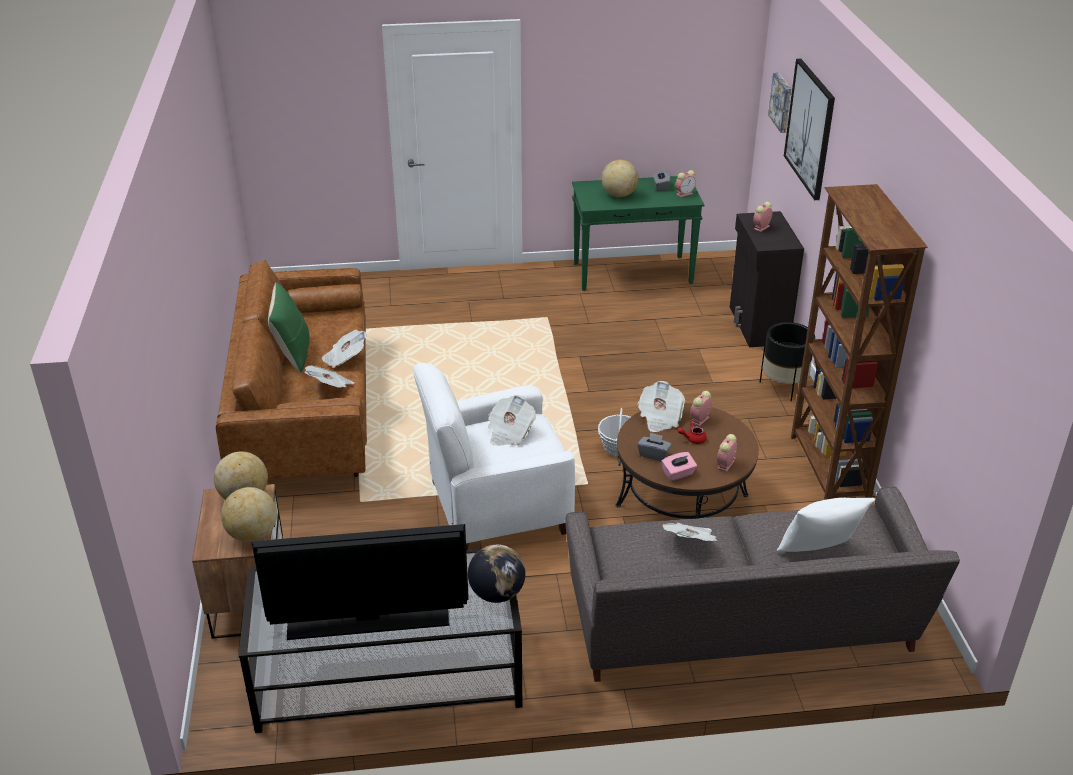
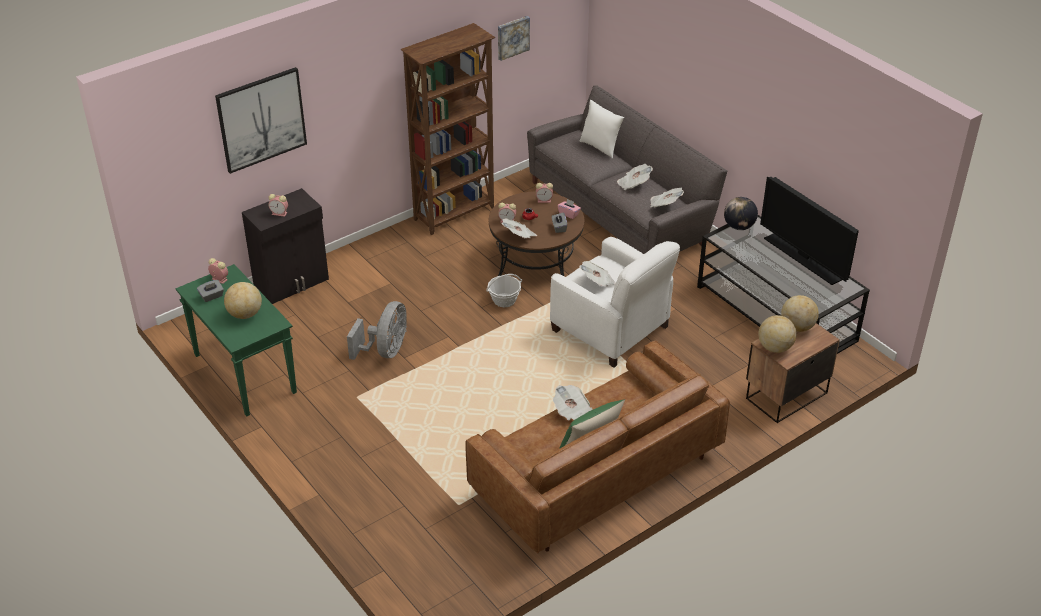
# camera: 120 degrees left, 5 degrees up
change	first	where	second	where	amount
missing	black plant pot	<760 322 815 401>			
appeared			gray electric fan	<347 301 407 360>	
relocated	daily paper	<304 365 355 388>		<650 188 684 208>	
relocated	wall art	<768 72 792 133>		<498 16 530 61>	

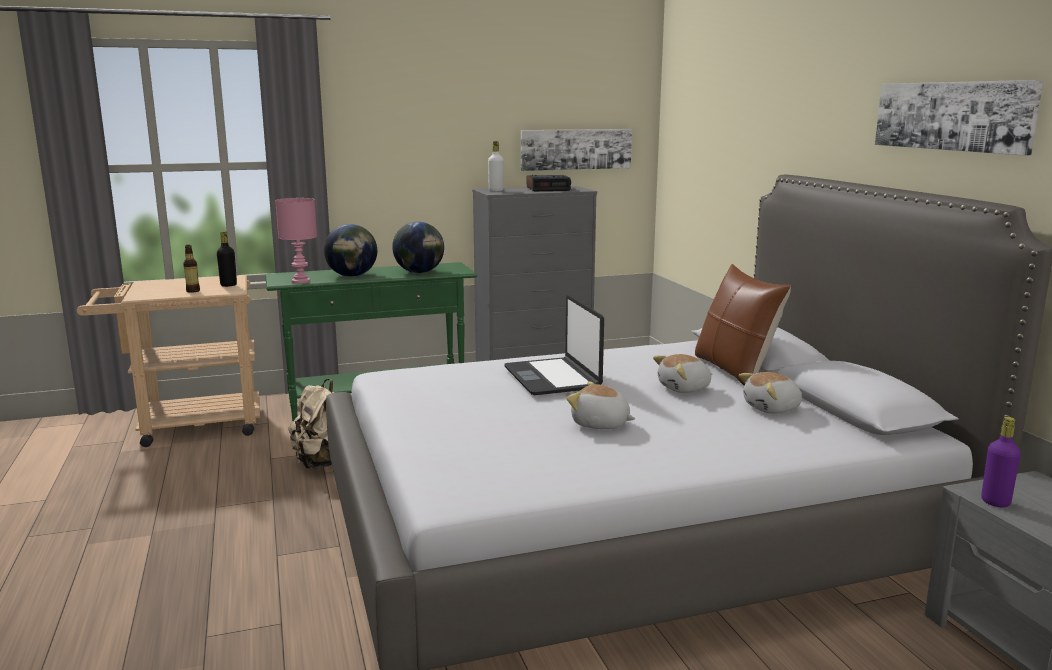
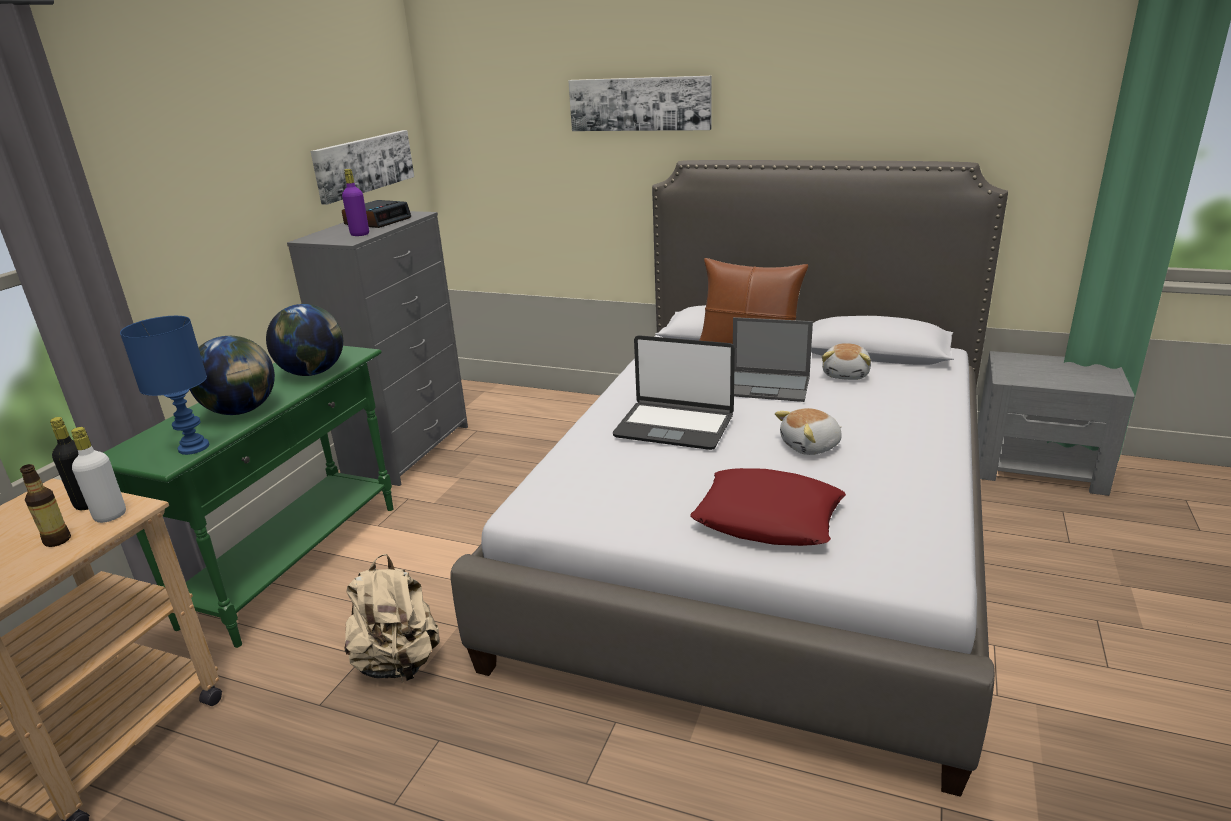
# camera: 50 degrees left, 10 degrees up
change	first	where	second	where	amount
appeared			reddish throw pillow	<690 468 846 546>	
relocated	white drink bottle	<488 141 504 191>		<71 427 126 523>	
relocated	wall art	<875 80 1043 156>		<568 76 711 131>	
relocated	purple drink bottle	<981 417 1021 508>		<342 169 369 236>	
exchanged	soft toy	<653 354 712 393>	portable computer	<733 317 813 402>	
colour	pinkish lamp for a table	<275 198 317 283>	blue lamp for a table	<120 316 209 455>	

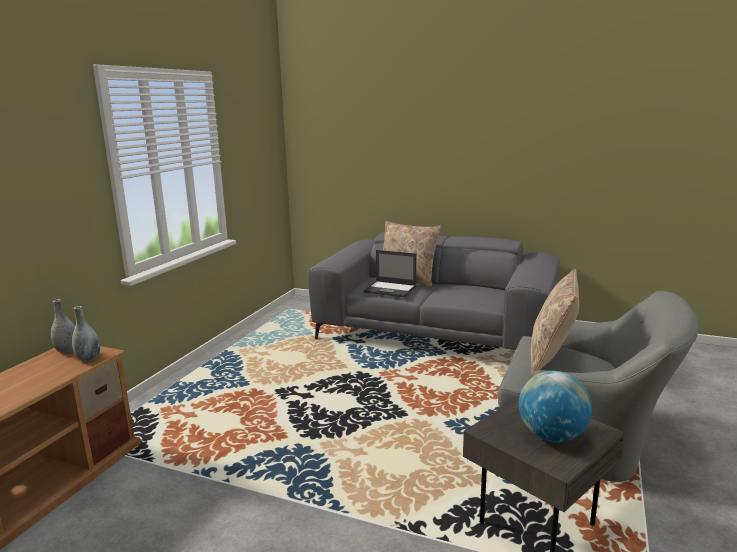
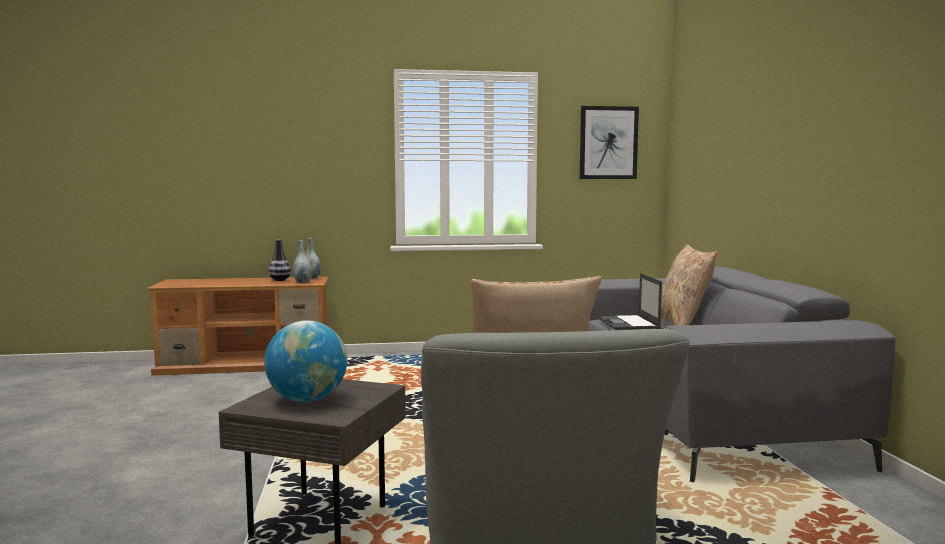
# camera: 60 degrees right, 10 degrees down
change	first	where	second	where	amount
appeared			flower vase	<268 240 291 281>	
appeared			wall art	<580 106 639 179>	

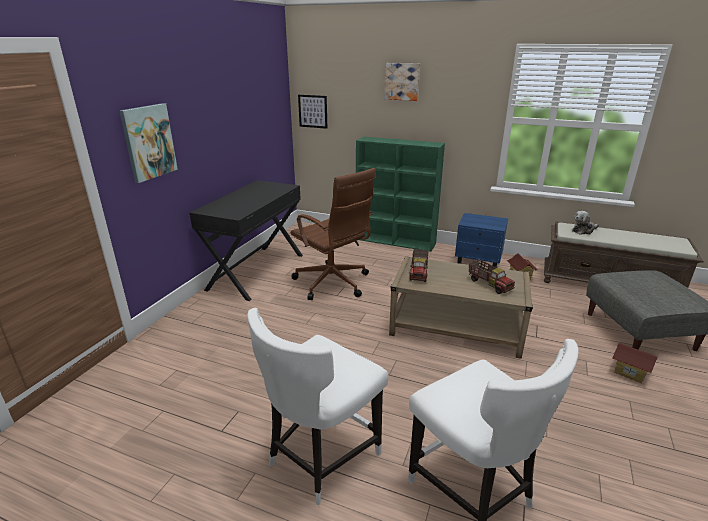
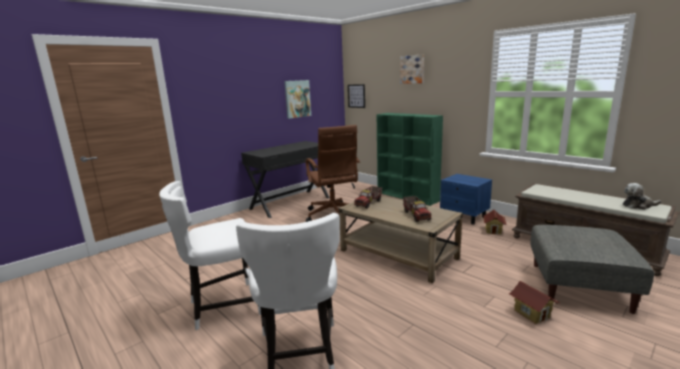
# camera: 25 degrees right, 10 degrees down
change	first	where	second	where	amount
relocated	wall art	<120 103 178 183>		<284 80 311 119>	
relocated	soft toy	<572 211 599 235>		<623 183 661 209>	

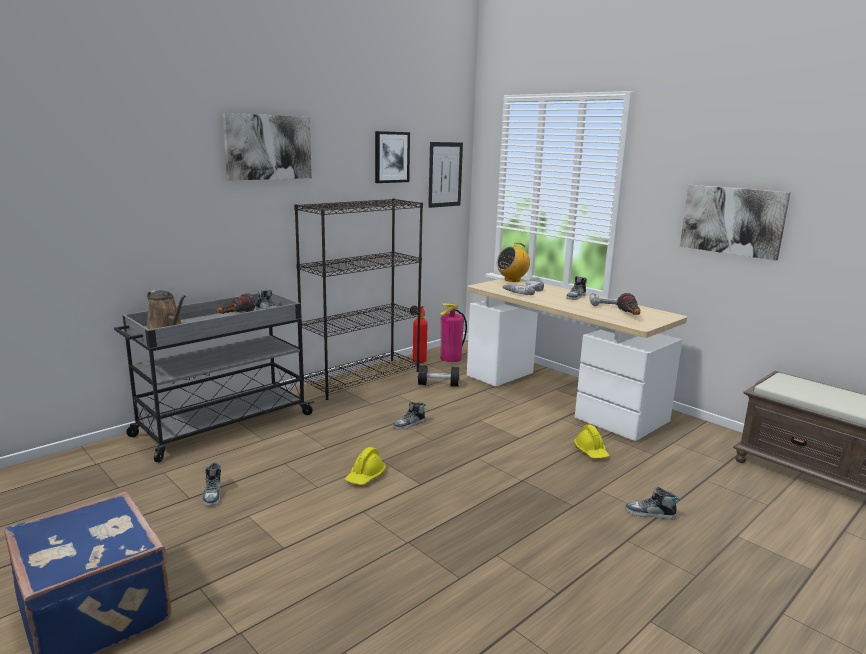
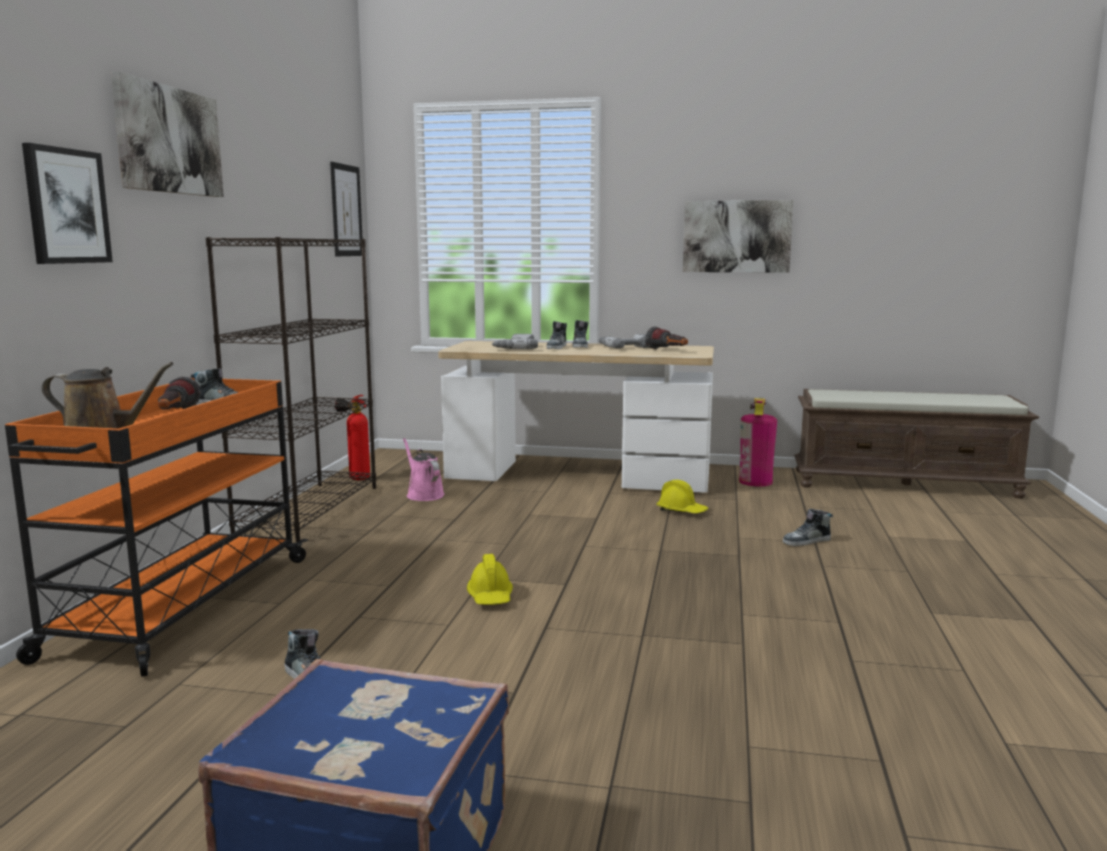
# camera: 35 degrees left, 5 degrees down
change	first	where	second	where	amount
missing	radio	<497 242 530 282>			
relocated	wall art	<375 131 410 183>		<22 143 113 264>	
relocated	low shoe	<394 402 426 430>		<546 321 567 349>	
relocated	fire-fighting cylinder	<440 303 467 362>		<739 398 777 487>	
exchanged	black dumbbell	<418 365 460 387>	pinkish sprinkling can	<403 438 445 501>	
colour	gray cart	<114 293 314 462>	orangey cart	<5 378 308 677>	

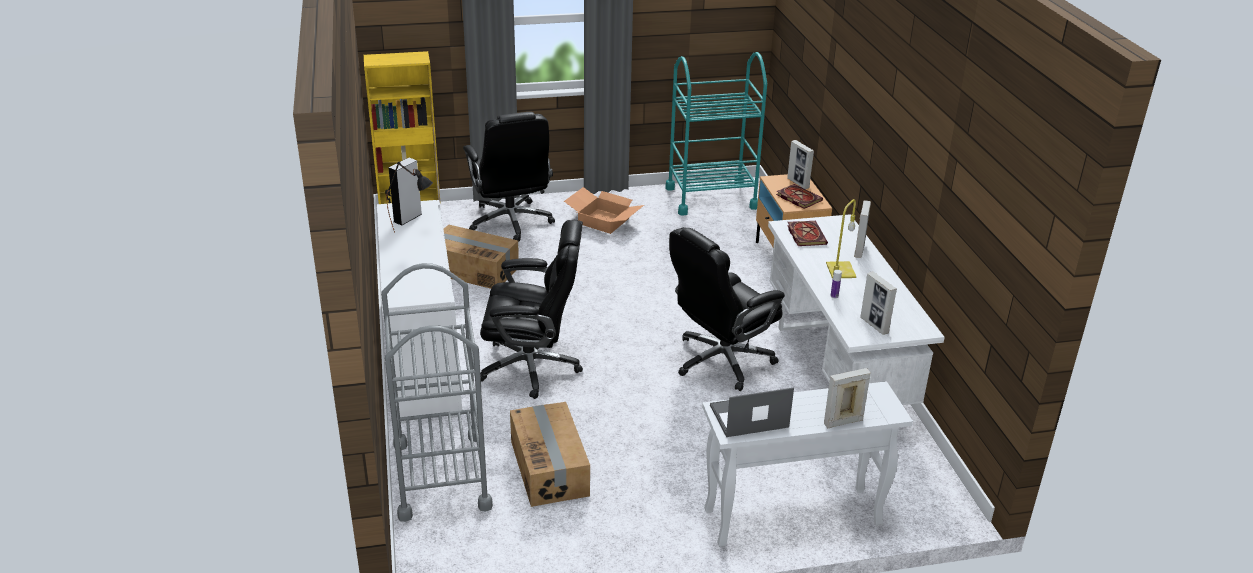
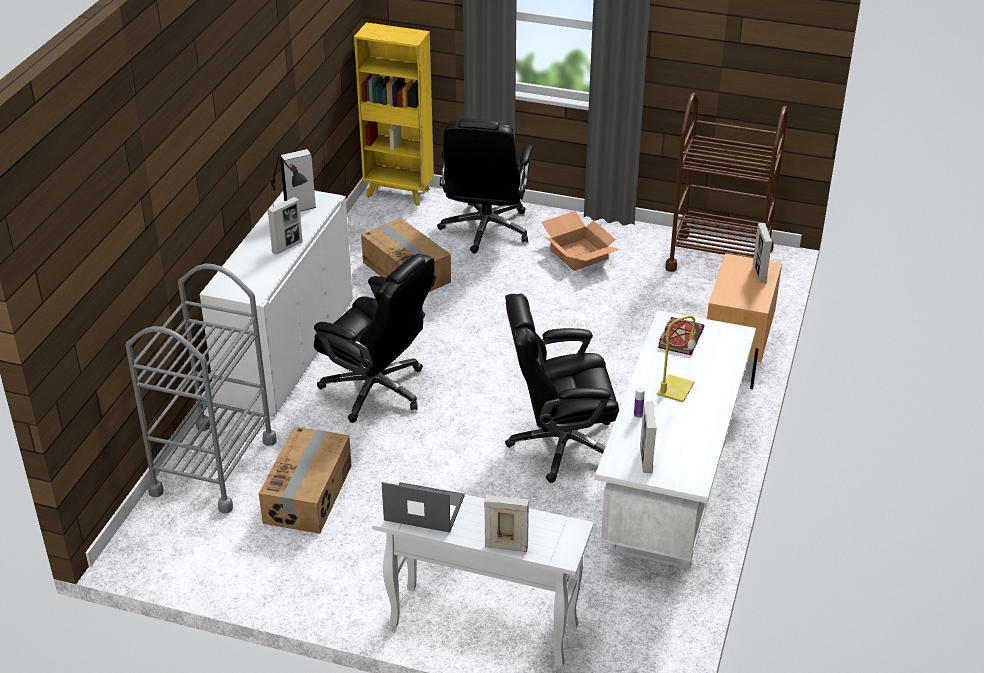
# camera: 30 degrees right, 5 degrees up
change	first	where	second	where	amount
missing	book	<776 184 823 209>			
relocated	picture frame	<854 201 871 258>		<267 197 303 255>	
colour	turquoise-coloured cart	<665 52 767 216>	brownish cart	<665 93 788 272>	

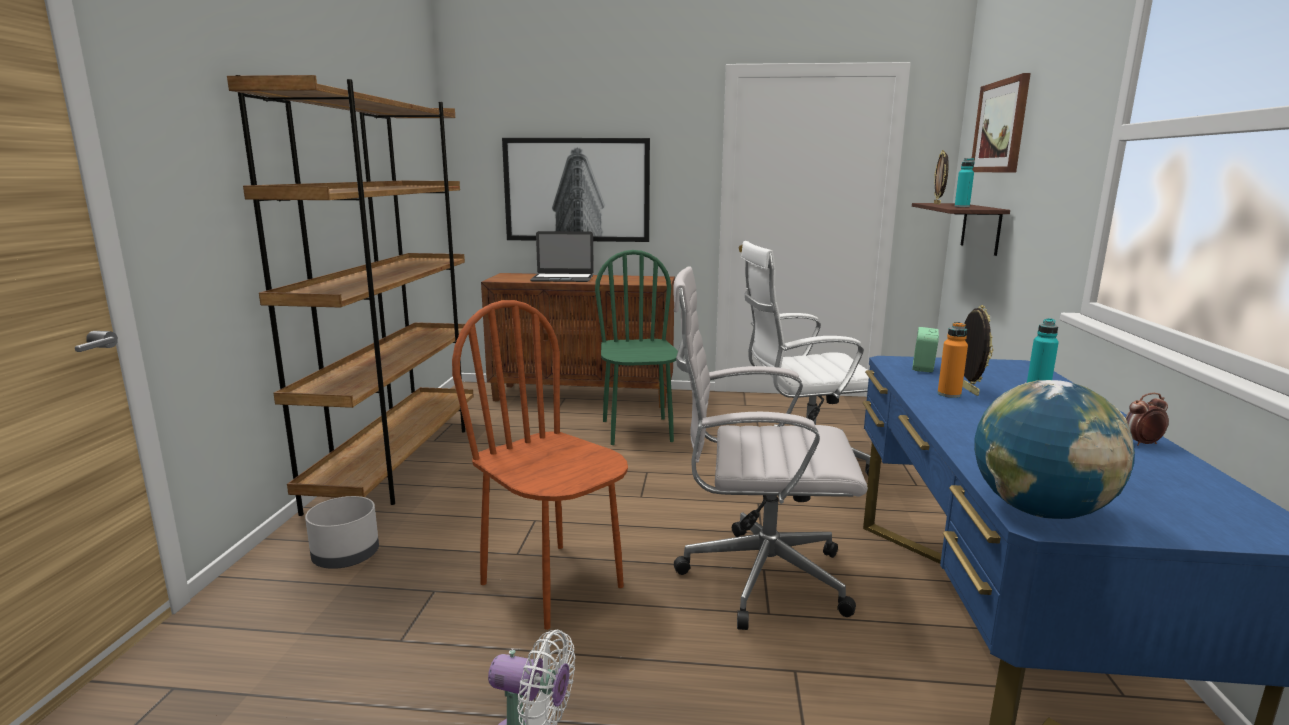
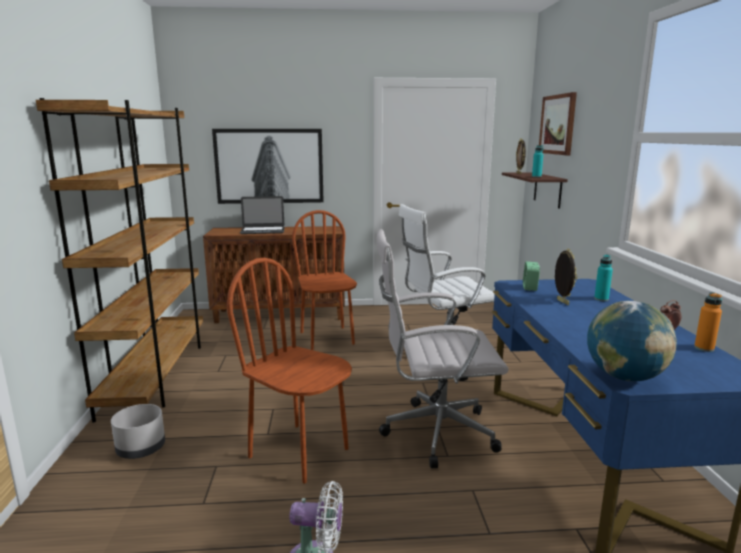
# camera: 10 degrees left, 0 degrees up
change	first	where	second	where	amount
relocated	orangey drink bottle	<938 322 968 398>		<694 292 722 352>	
colour	green plain chair	<595 250 678 445>	brownish plain chair	<292 210 357 350>	

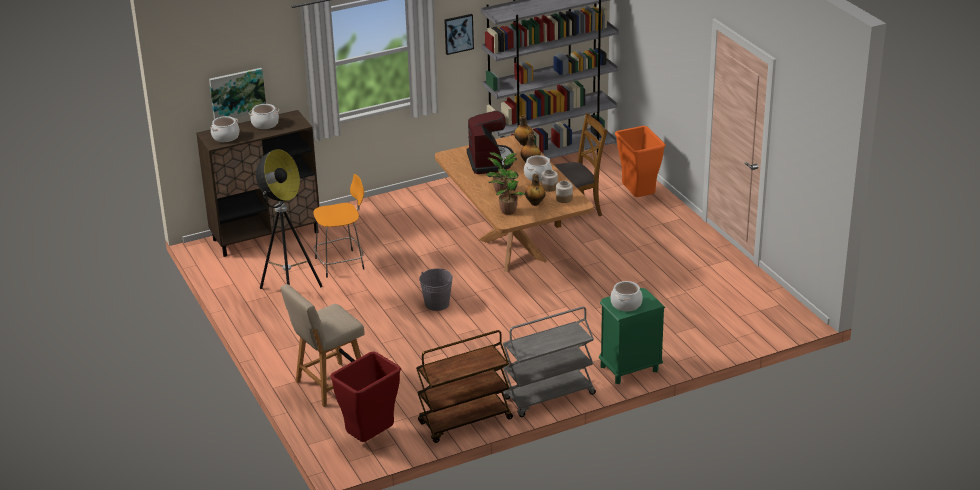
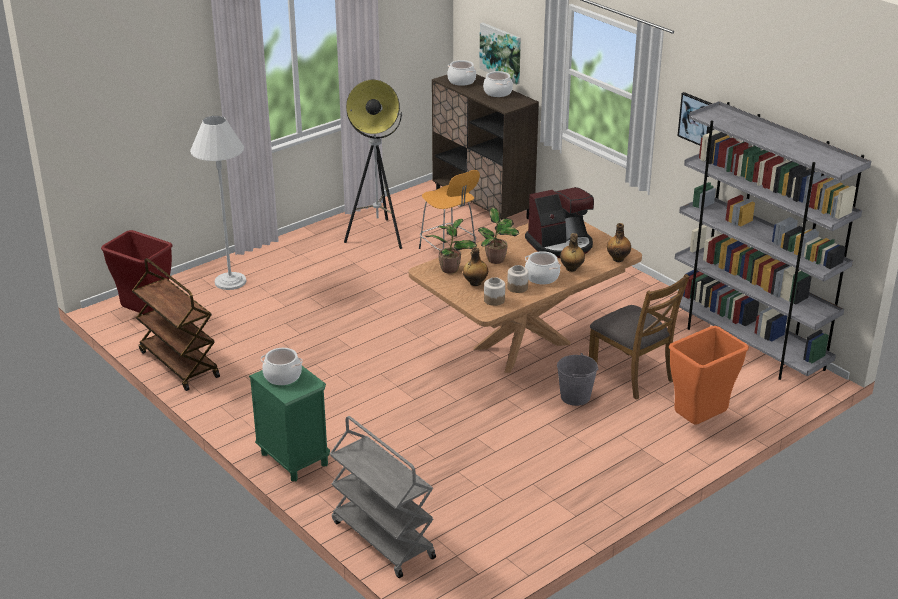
# camera: 75 degrees right, 0 degrees up
change	first	where	second	where	amount
relocated	gray bucket	<419 268 453 311>		<557 353 598 406>	
relocated	gray cart	<503 306 596 417>		<330 416 436 578>	
exchanged	sand-coloured plain chair	<281 284 365 407>	white standing lamp	<190 116 247 290>	

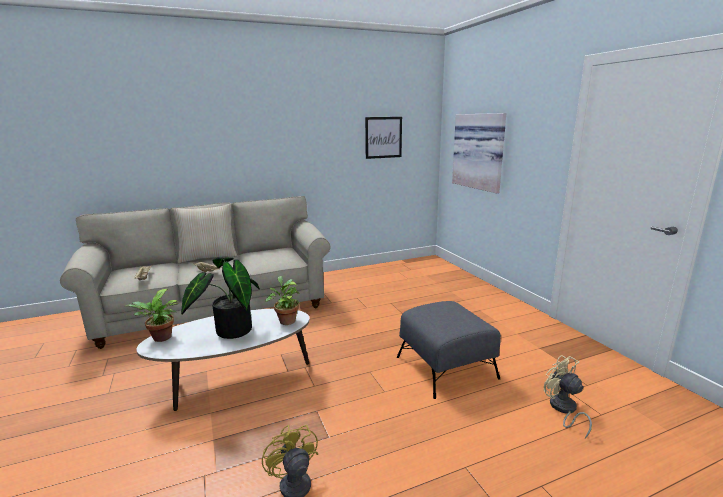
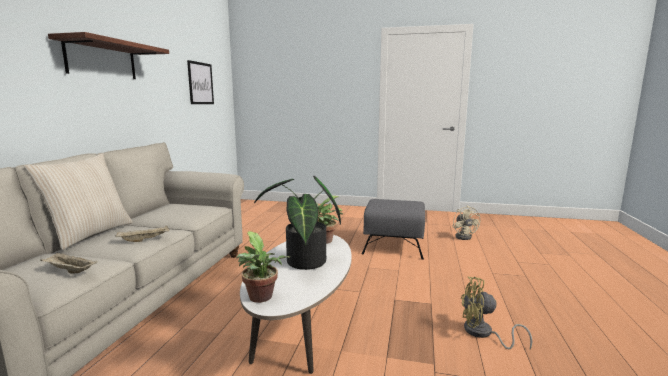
# camera: 55 degrees left, 5 degrees down
change	first	where	second	where	amount
missing	wall art	<452 113 506 193>			
appeared			shelf	<48 32 169 79>	
spun	sand-coloured electric fan	<544 355 592 439>		<453 205 480 240>	105 degrees counterclockwise

